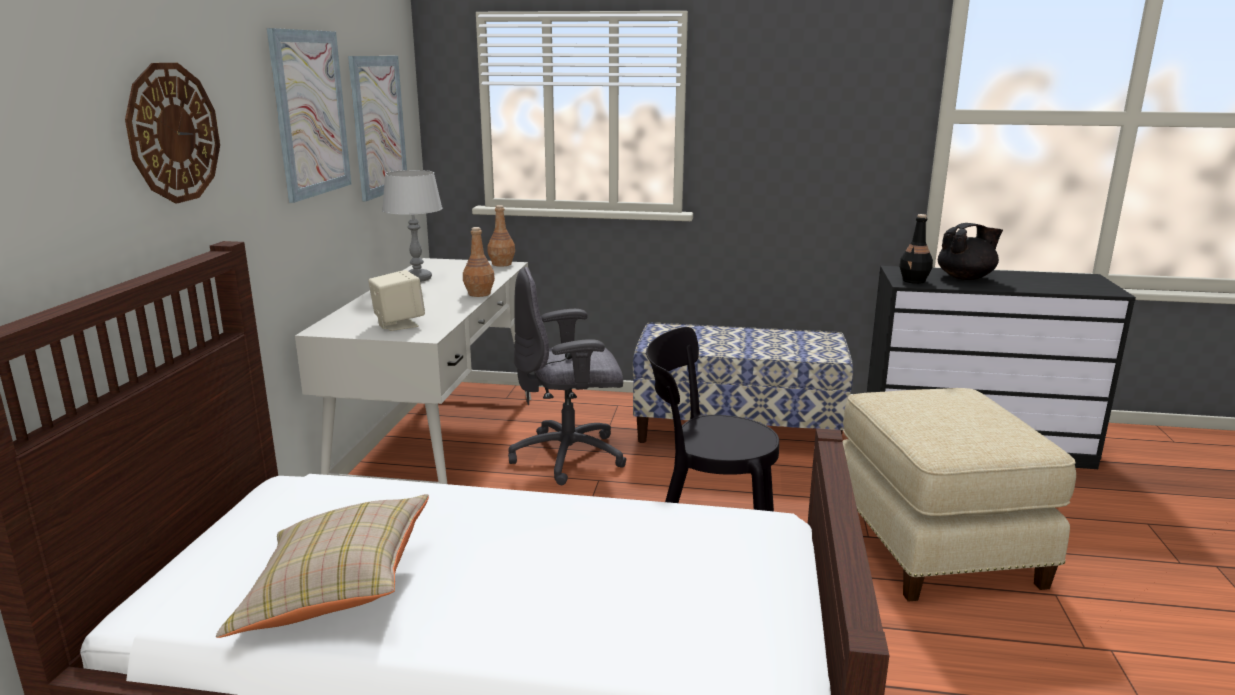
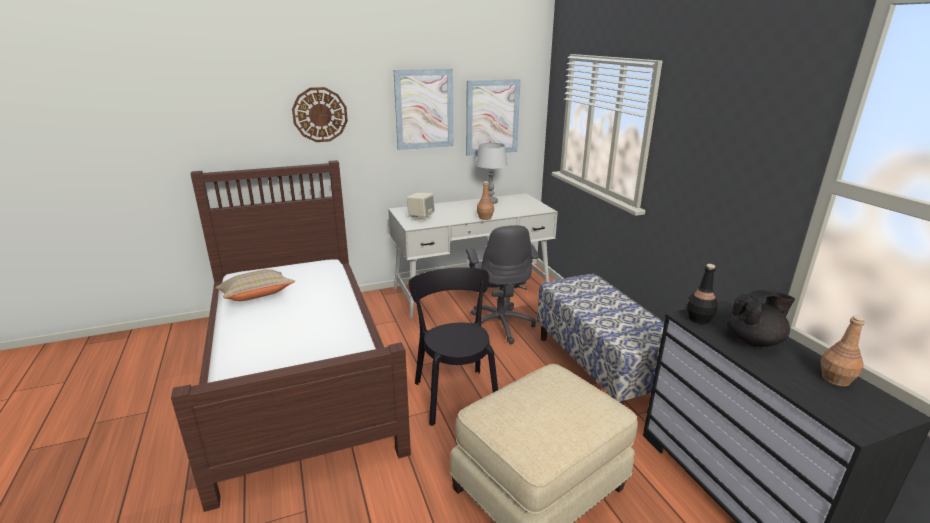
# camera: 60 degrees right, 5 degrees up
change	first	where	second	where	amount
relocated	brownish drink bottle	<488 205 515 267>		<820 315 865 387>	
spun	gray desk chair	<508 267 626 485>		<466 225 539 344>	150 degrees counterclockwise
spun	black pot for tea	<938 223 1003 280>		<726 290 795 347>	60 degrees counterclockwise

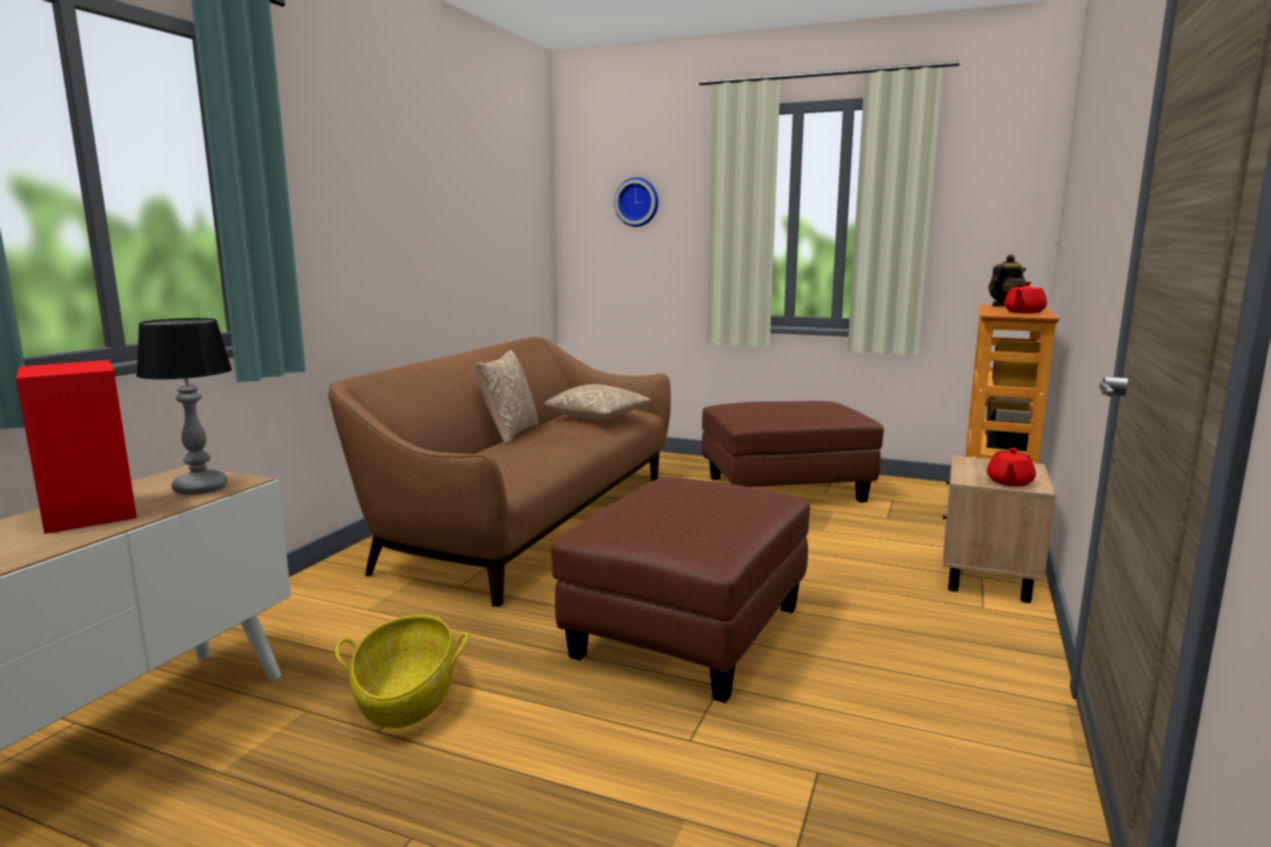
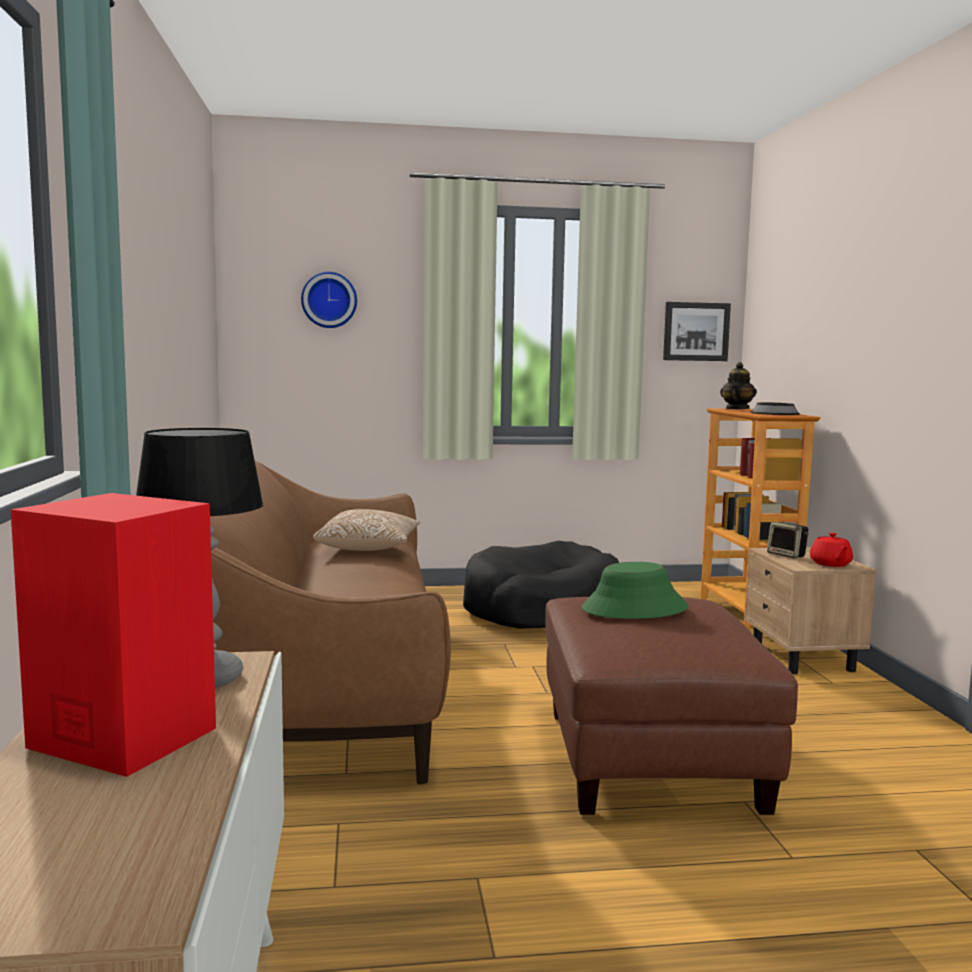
# camera: 30 degrees left, 5 degrees down
change	first	where	second	where	amount
missing	storage basket	<335 615 468 728>			
missing	throw pillow	<475 350 538 445>			
appeared			green wearable hat	<582 562 689 619>	
appeared			wall art	<663 302 731 361>	
appeared			speaker	<767 522 809 559>	
exchanged	brownish pouffe	<702 401 884 503>	black pet bed	<463 541 619 629>	
exchanged	reddish pot for tea	<1004 282 1047 313>	deep dish	<751 402 800 415>	

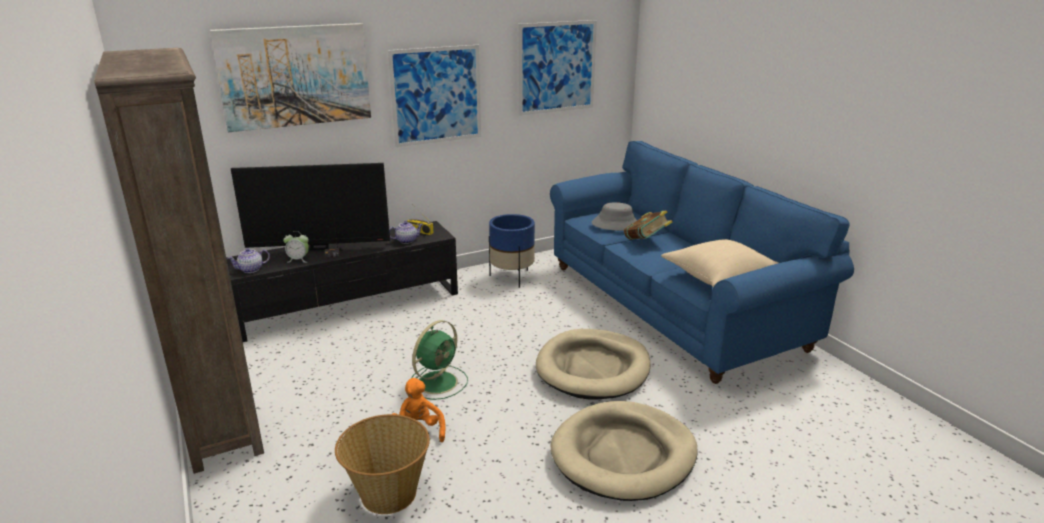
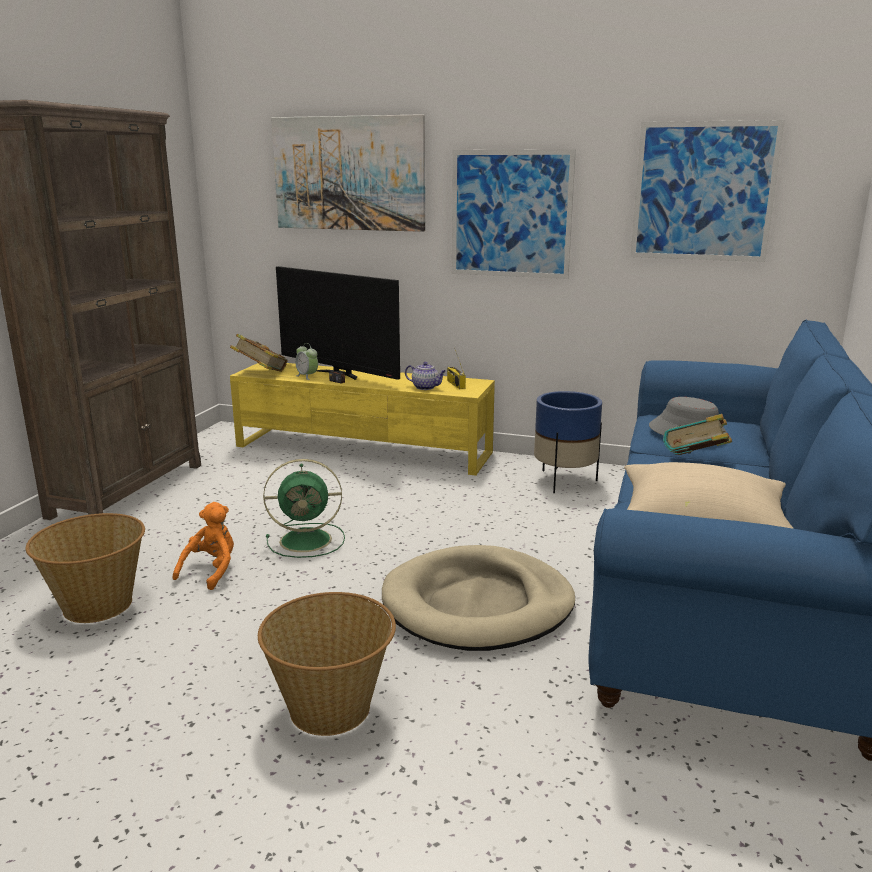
# camera: 45 degrees right, 5 degrees down
change	first	where	second	where	amount
exchanged	pot for tea	<227 248 270 273>	book	<230 334 288 372>	
exchanged	sand-coloured pet bed	<550 401 698 501>	storage basket	<258 592 396 736>	
colour	black tv unit	<226 221 458 342>	yellow tv unit	<230 363 495 476>	

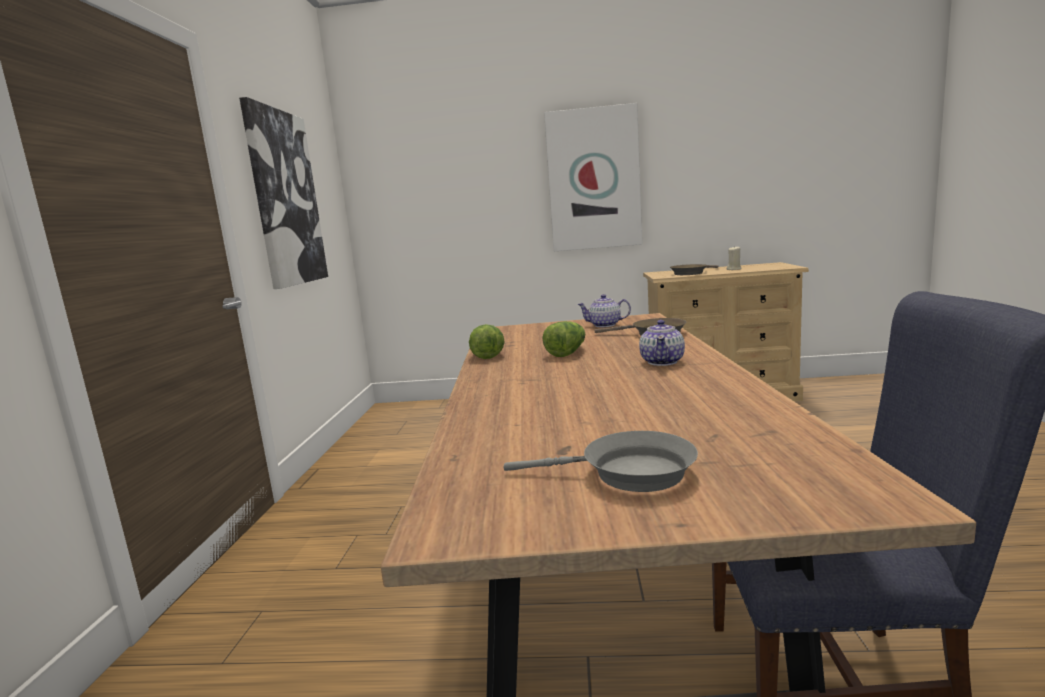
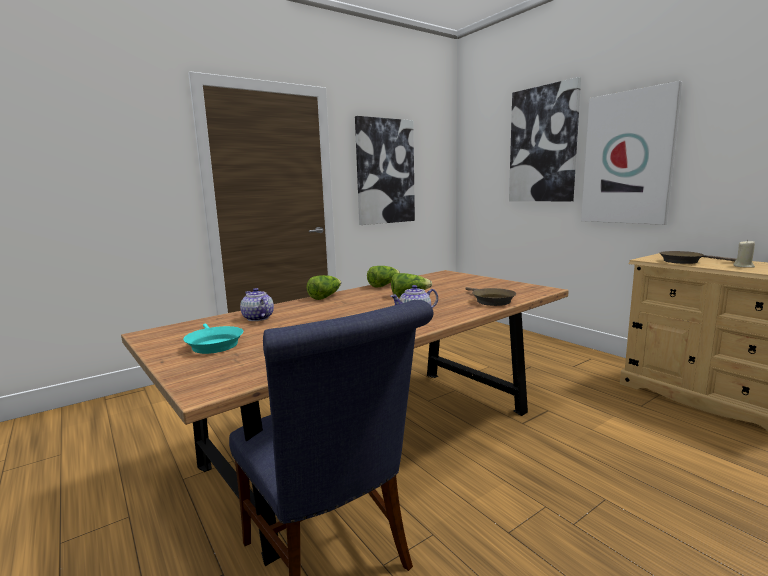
# camera: 50 degrees right, 0 degrees up
change	first	where	second	where	amount
appeared			lettuce	<306 275 341 300>	
appeared			wall art	<509 77 581 201>	
relocated	pot for tea	<577 294 631 327>		<240 288 274 321>	
colour	gray skillet	<504 431 698 492>	turquoise-coloured skillet	<183 323 243 354>	

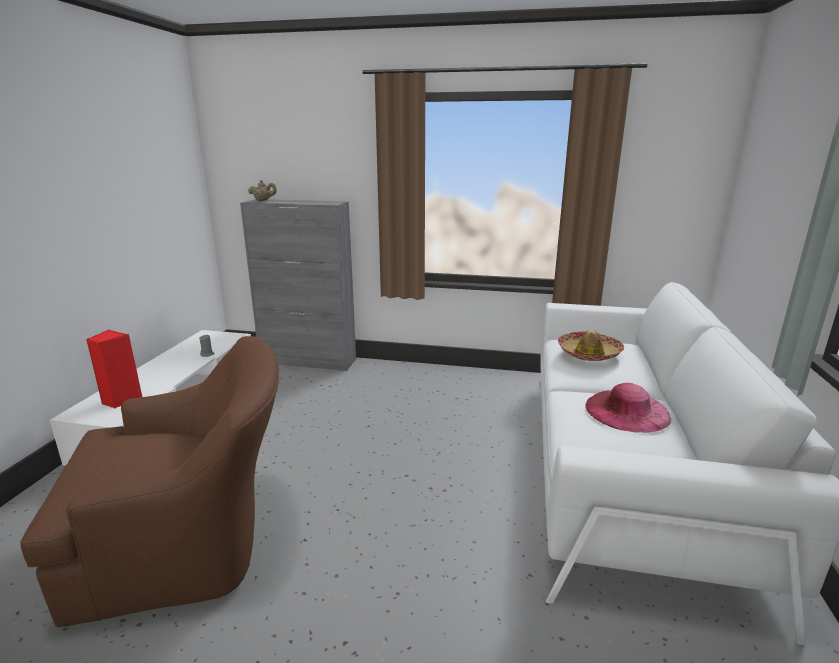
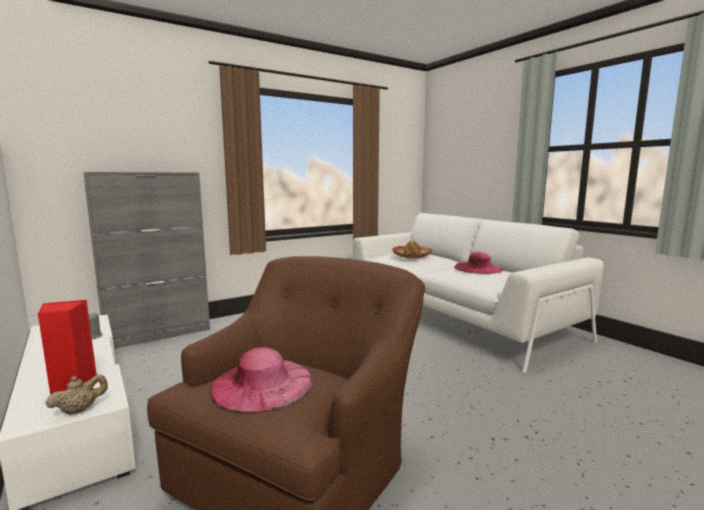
# camera: 45 degrees left, 10 degrees down
change	first	where	second	where	amount
appeared			pinkish wearable hat	<210 347 312 412>	
relocated	sand-coloured pot for tea	<248 180 277 201>		<45 374 108 415>	

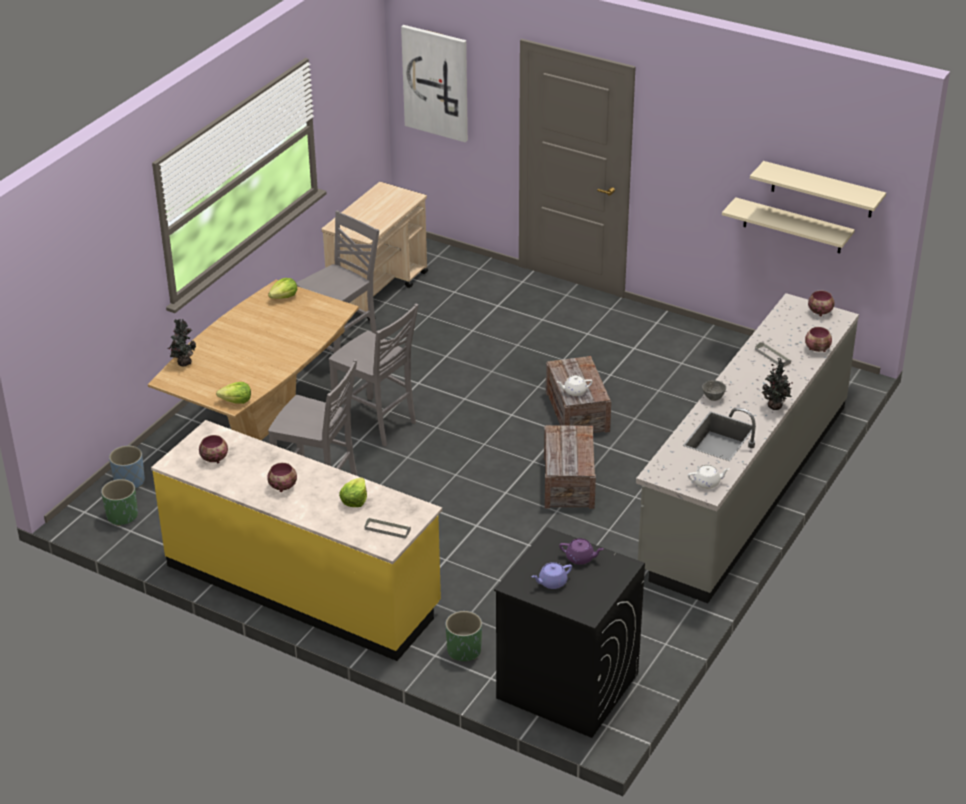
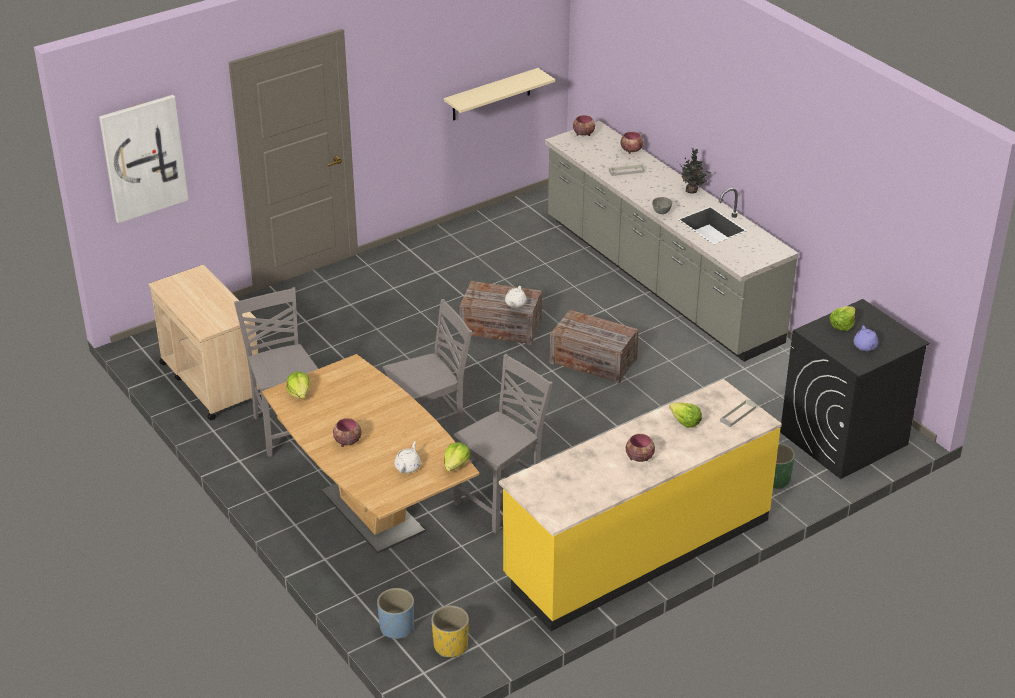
# camera: 65 degrees left, 0 degrees up
change	first	where	second	where	amount
missing	potted plant	<167 319 196 367>			
missing	sand-coloured shelf	<750 161 886 218>			
relocated	deep dish	<199 435 228 463>		<333 418 361 447>	
relocated	white pot for tea	<688 465 730 489>		<395 441 421 473>	
exchanged	purple pot for tea	<559 538 604 565>	lettuce	<829 306 856 331>	
colour	green plant pot	<101 479 138 526>	yellow plant pot	<431 606 469 657>	

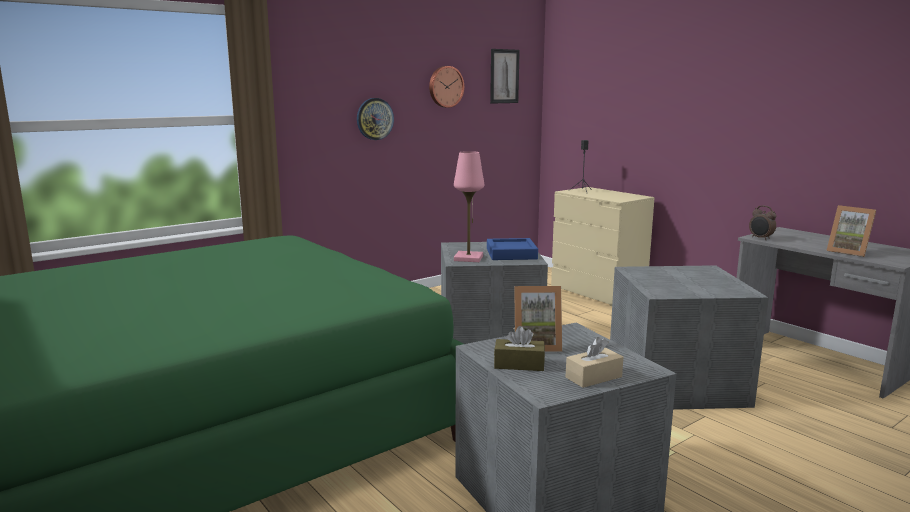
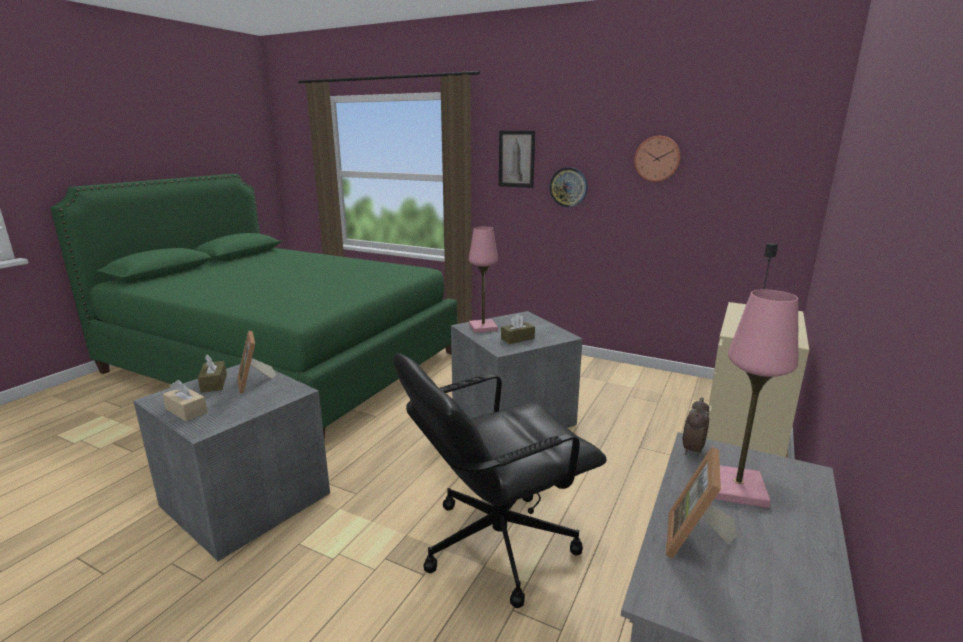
# camera: 65 degrees right, 5 degrees up
change	first	where	second	where	amount
appeared			pinkish lamp for a table	<715 290 798 508>	
relocated	wall art	<490 49 520 104>		<499 131 535 188>	
exchanged	blue carrying tray	<487 238 538 260>	brownish tissue holder	<501 314 535 344>	
exchanged	gray storage box	<610 265 768 410>	black desk chair	<393 353 607 608>	

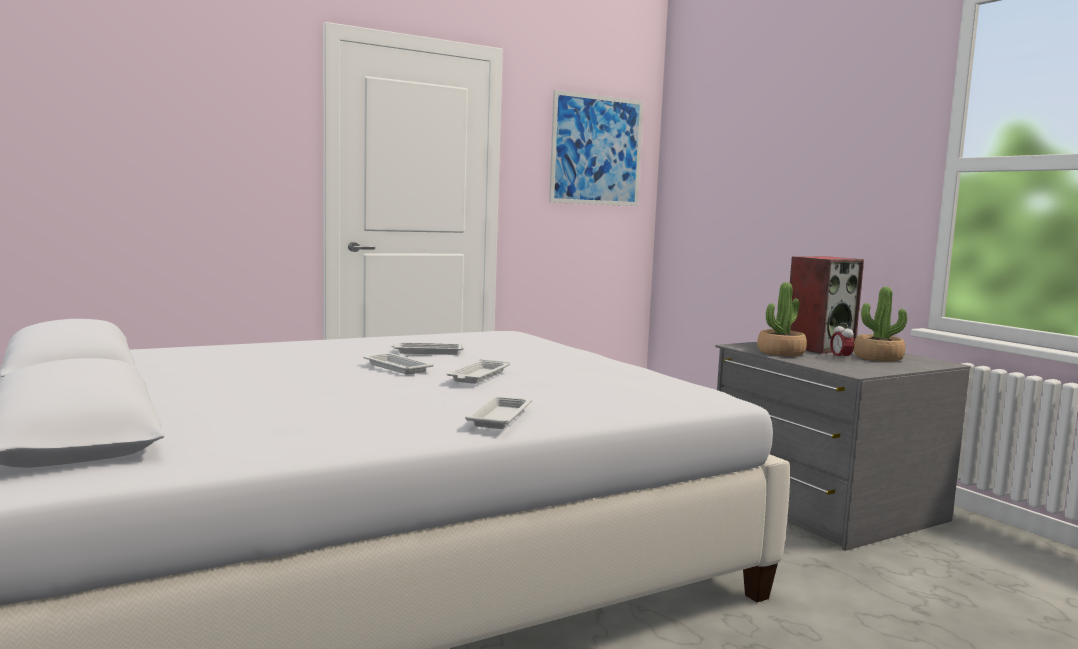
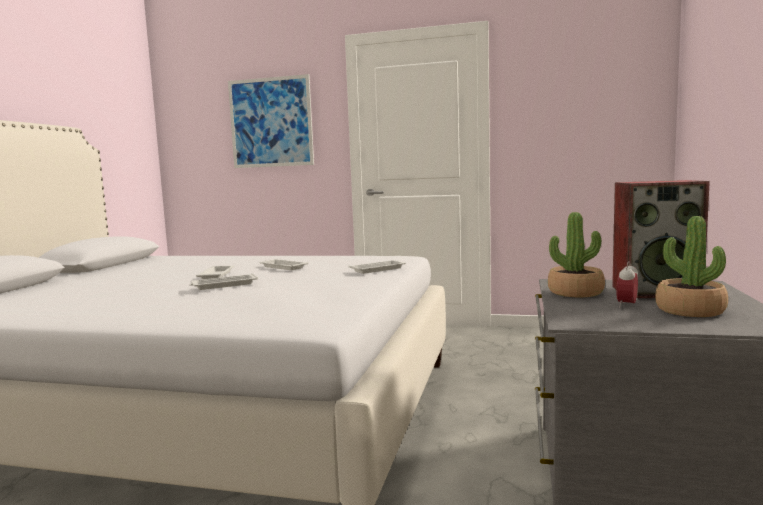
# camera: 45 degrees right, 0 degrees up
change	first	where	second	where	amount
relocated	white carrying tray	<465 396 532 429>		<349 260 406 274>	
relocated	wall art	<549 90 643 206>		<228 74 314 168>	

